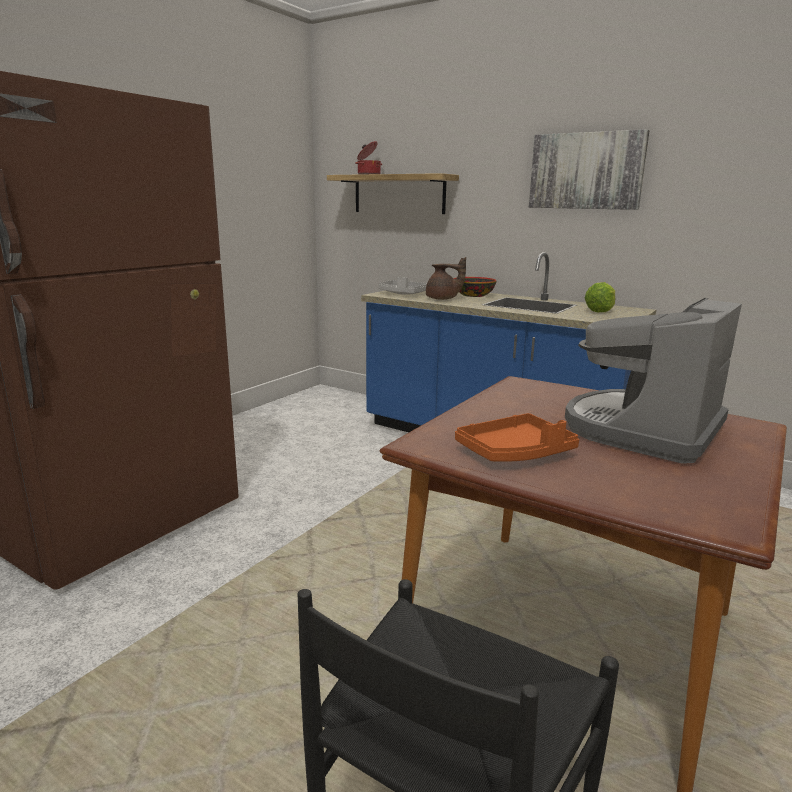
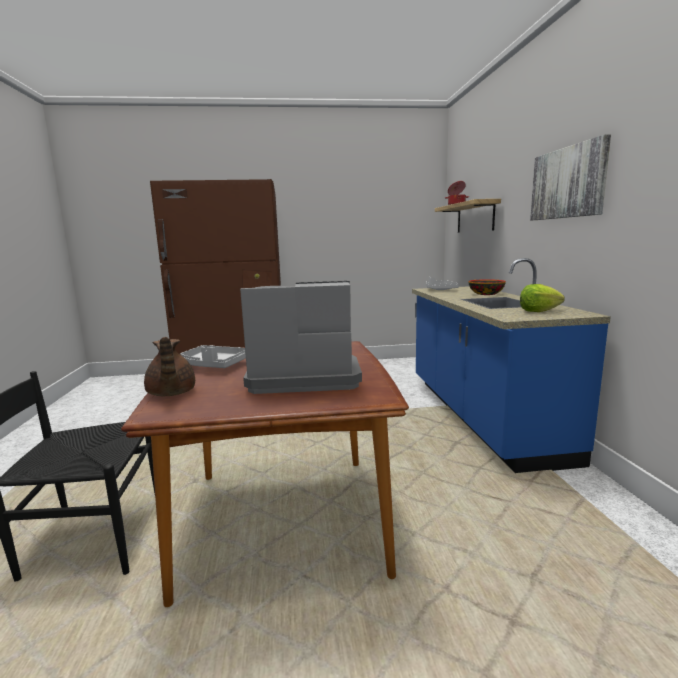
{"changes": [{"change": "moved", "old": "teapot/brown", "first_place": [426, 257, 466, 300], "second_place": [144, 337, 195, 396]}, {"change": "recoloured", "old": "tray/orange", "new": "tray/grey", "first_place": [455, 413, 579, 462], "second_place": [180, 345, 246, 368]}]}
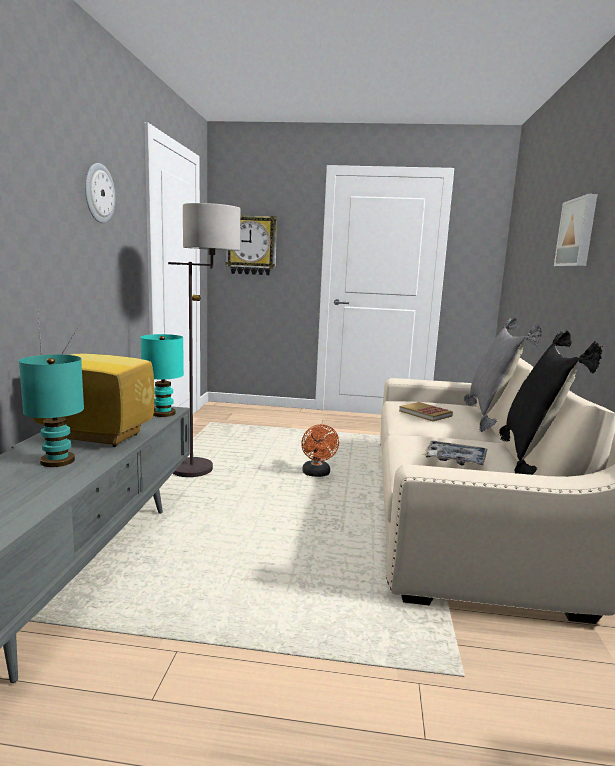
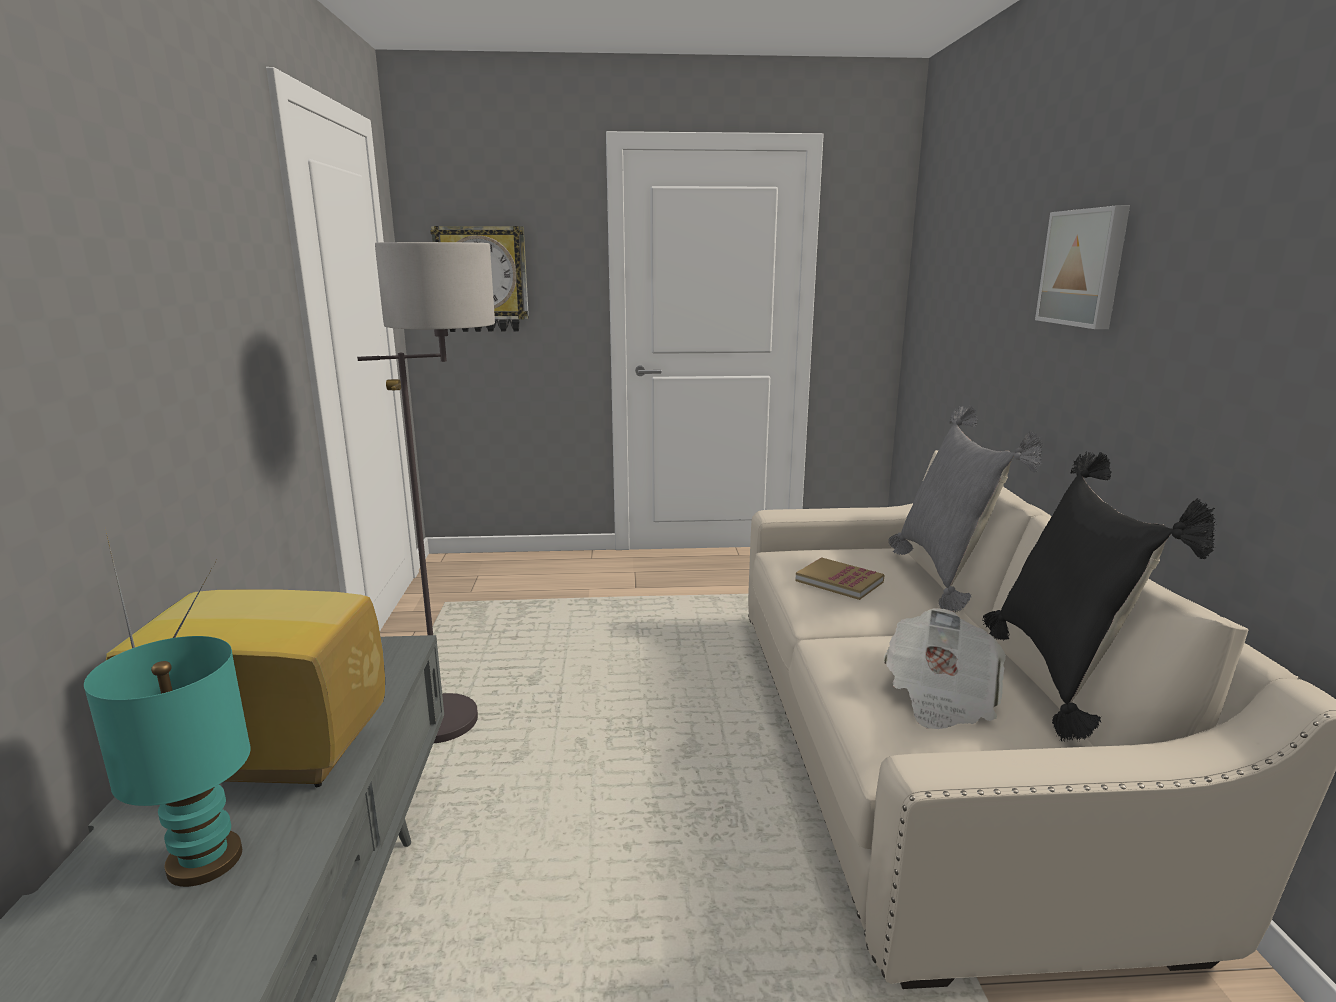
{"changes": [{"change": "removed", "old": "wall clock", "first_place": [85, 163, 115, 223]}, {"change": "removed", "old": "table lamp/turquoise", "first_place": [140, 334, 184, 417]}, {"change": "removed", "old": "fan/orange", "first_place": [301, 424, 339, 477]}, {"change": "replaced", "old": "tray", "new": "newspaper", "first_place": [423, 441, 487, 466], "second_place": [884, 608, 1006, 729]}]}
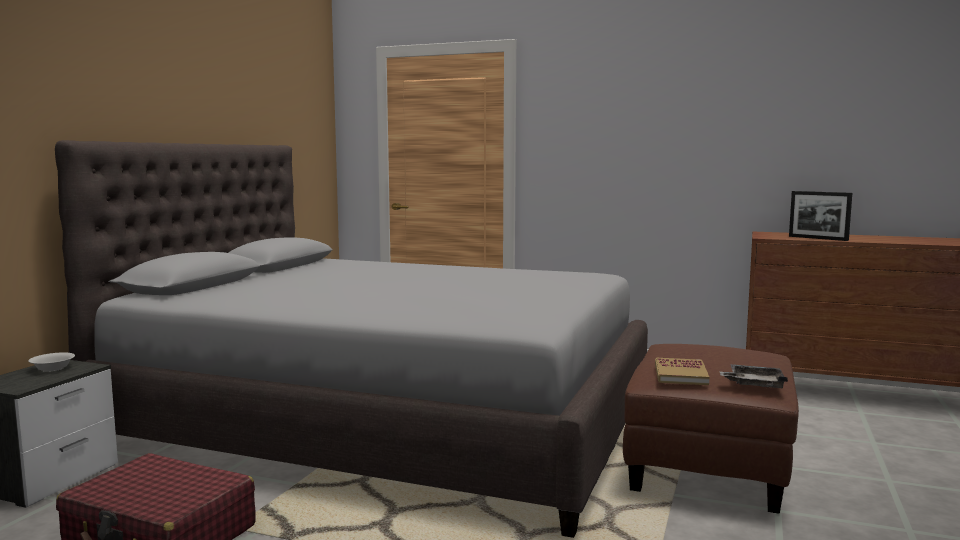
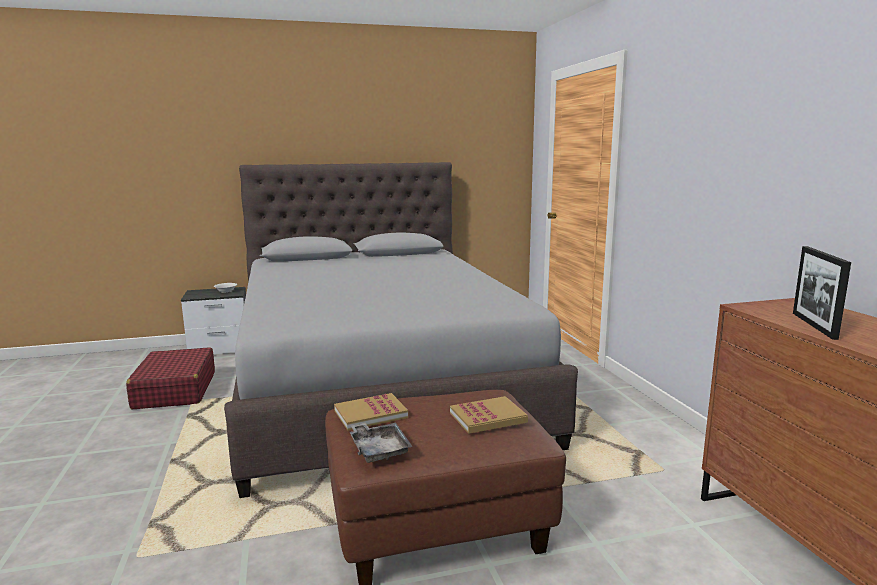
{"changes": [{"change": "added", "new": "book", "second_place": [450, 396, 528, 434]}]}
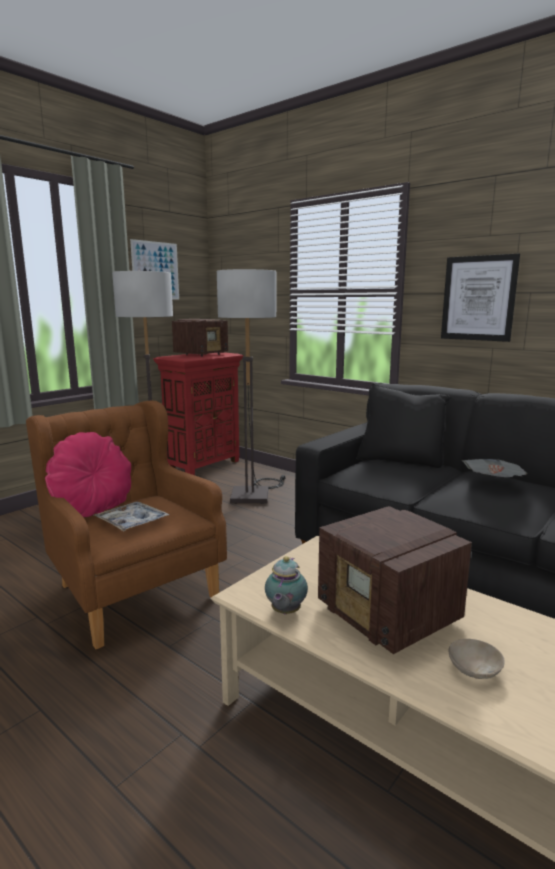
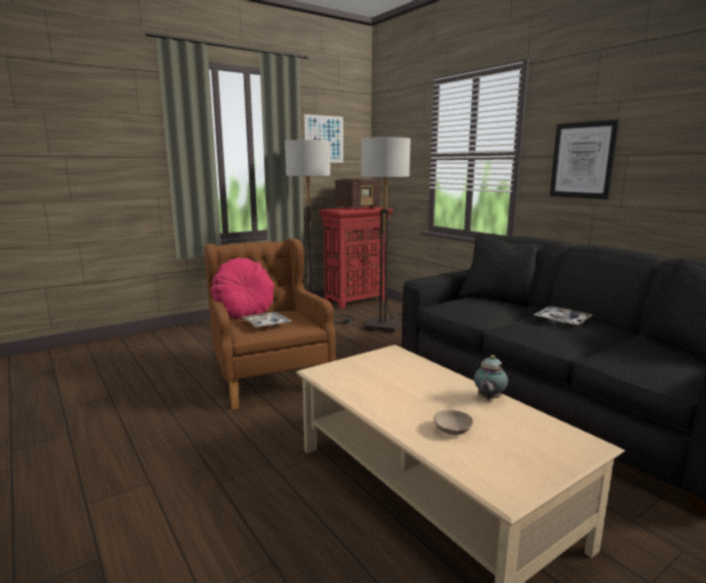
{"changes": [{"change": "moved", "old": "teapot", "first_place": [265, 556, 308, 614], "second_place": [474, 355, 508, 400]}, {"change": "removed", "old": "radio", "first_place": [318, 506, 472, 654]}, {"change": "replaced", "old": "newspaper", "new": "tray", "first_place": [462, 459, 528, 477], "second_place": [533, 306, 593, 325]}]}
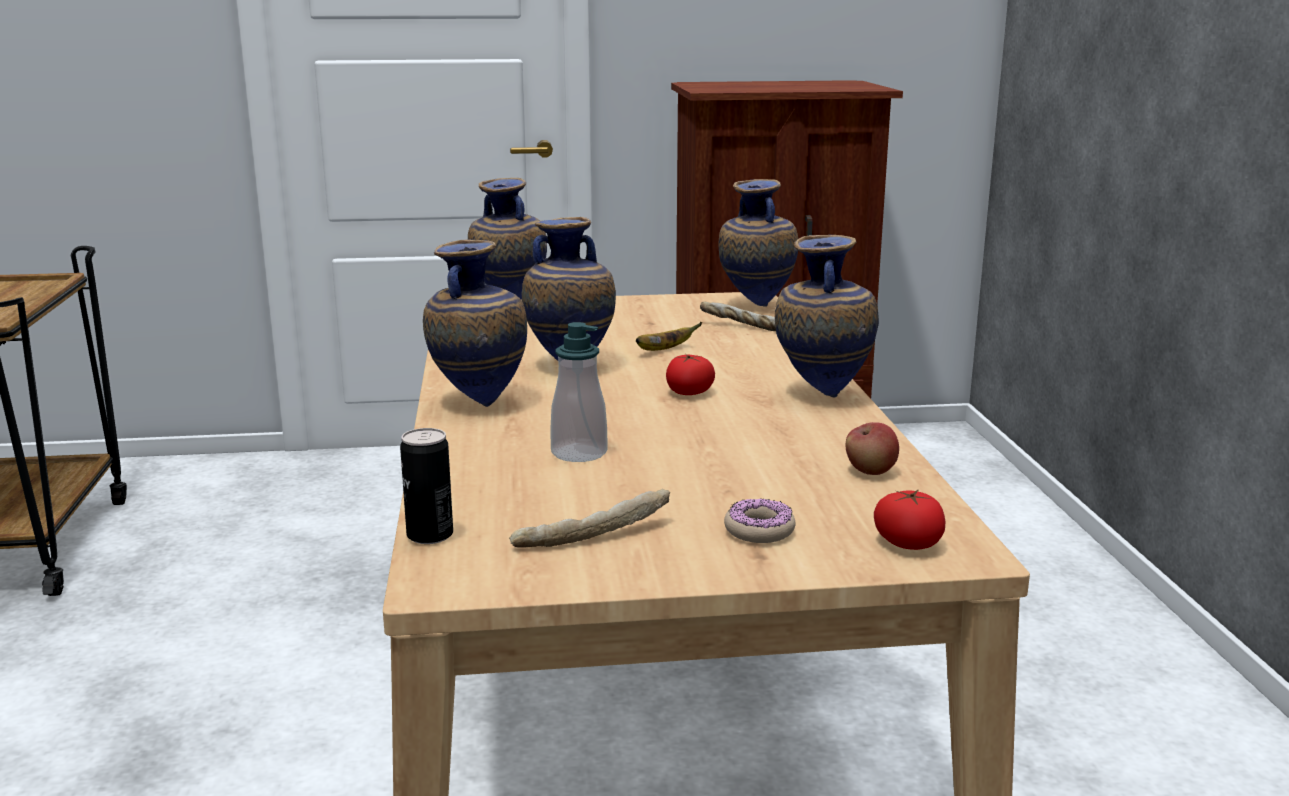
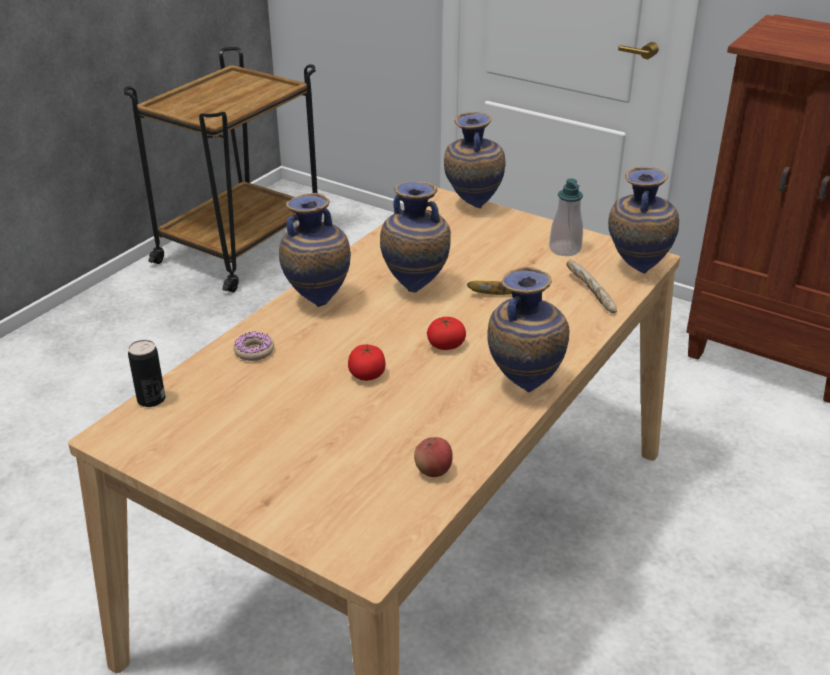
{"changes": [{"change": "removed", "old": "bread", "first_place": [509, 489, 670, 548]}, {"change": "moved", "old": "soap dispenser", "first_place": [550, 322, 607, 462], "second_place": [549, 179, 583, 256]}, {"change": "moved", "old": "donut", "first_place": [724, 499, 795, 543], "second_place": [234, 332, 274, 361]}, {"change": "moved", "old": "tomato", "first_place": [874, 489, 945, 550], "second_place": [348, 344, 386, 381]}]}
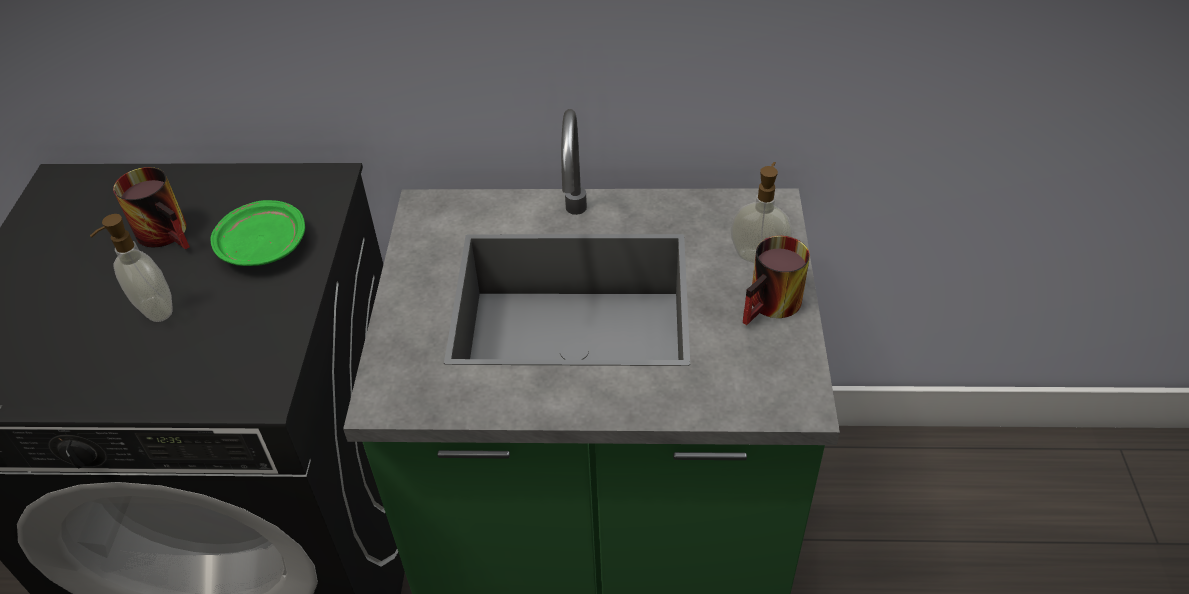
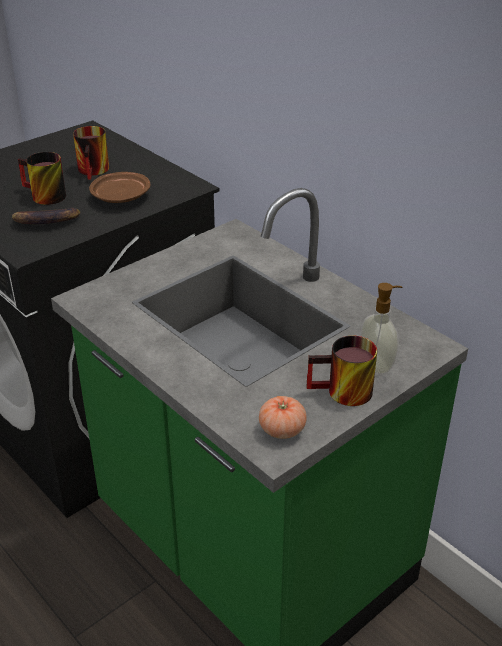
{"changes": [{"change": "replaced", "old": "soap dispenser", "new": "mug", "first_place": [90, 214, 173, 322], "second_place": [18, 152, 66, 205]}, {"change": "recoloured", "old": "plate/green", "new": "plate/brown", "first_place": [211, 200, 305, 266], "second_place": [89, 172, 150, 203]}, {"change": "added", "new": "banana", "second_place": [12, 208, 80, 224]}, {"change": "added", "new": "tomato", "second_place": [259, 396, 307, 439]}]}
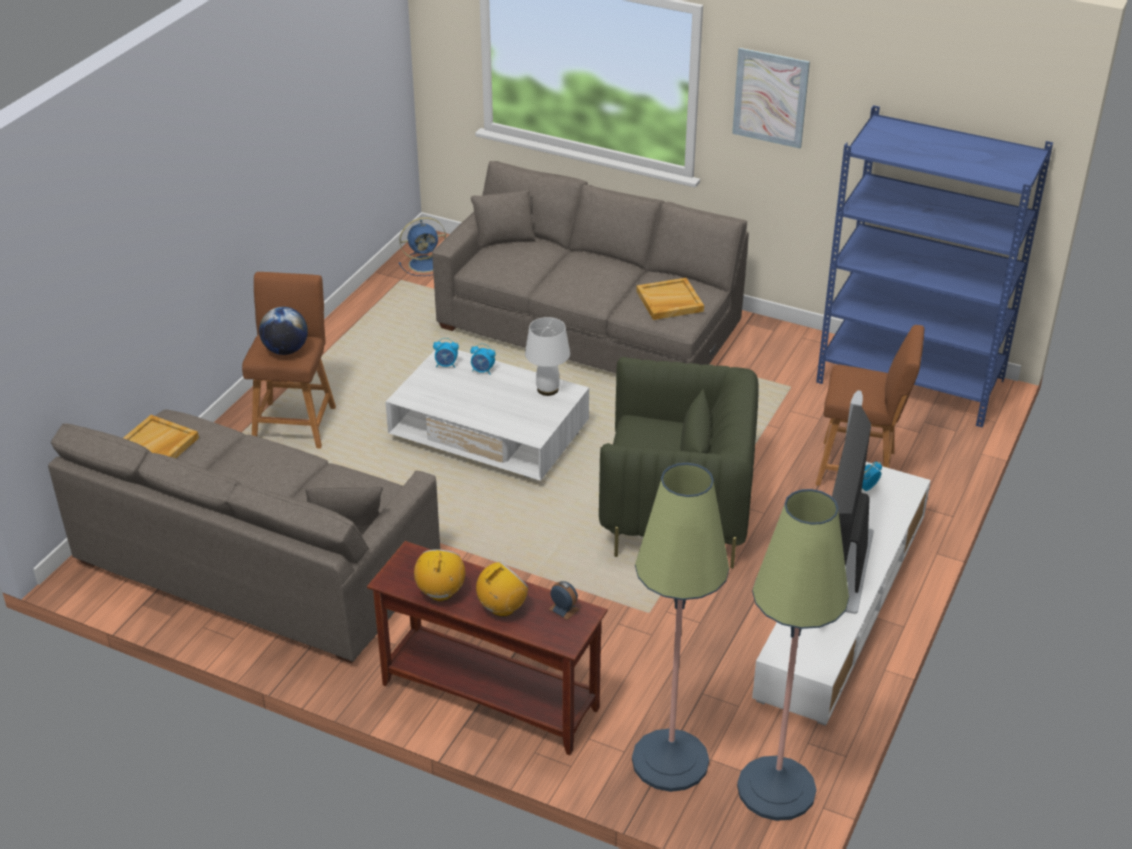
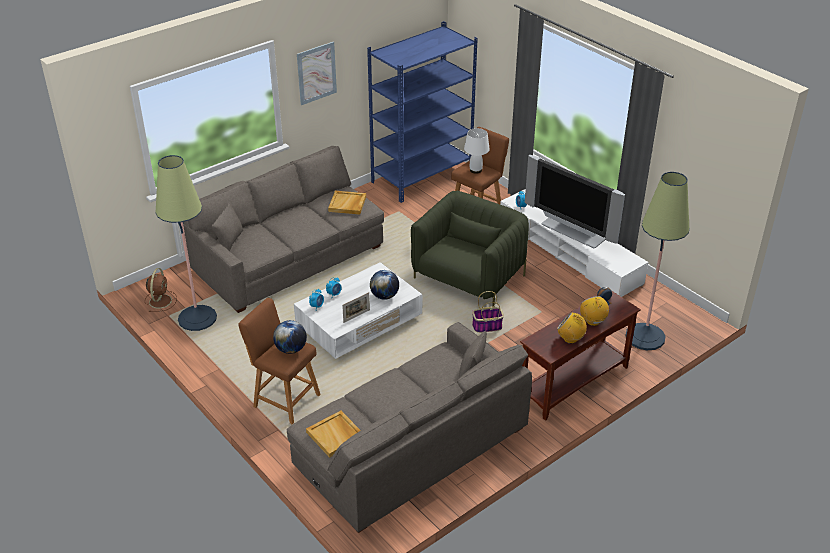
{"changes": [{"change": "recoloured", "old": "fan/blue", "new": "fan/brown", "first_place": [399, 217, 446, 276], "second_place": [145, 268, 177, 312]}, {"change": "moved", "old": "table lamp/white", "first_place": [525, 317, 570, 396], "second_place": [464, 128, 490, 174]}, {"change": "moved", "old": "floor lamp", "first_place": [737, 489, 849, 821], "second_place": [155, 155, 217, 331]}, {"change": "added", "new": "picture frame", "second_place": [342, 292, 370, 323]}, {"change": "added", "new": "globe", "second_place": [370, 270, 399, 300]}, {"change": "added", "new": "basket", "second_place": [472, 291, 504, 333]}]}
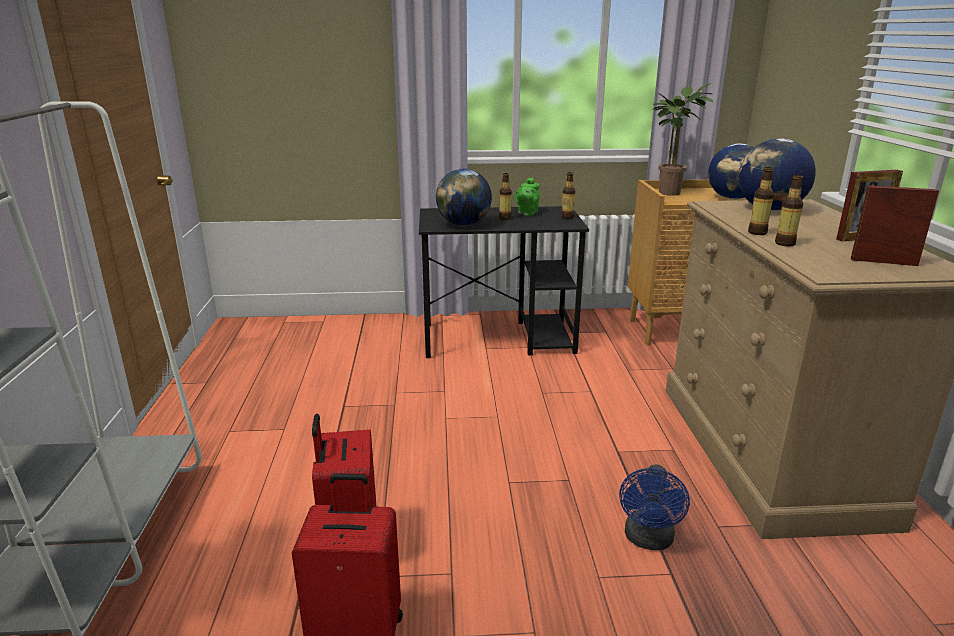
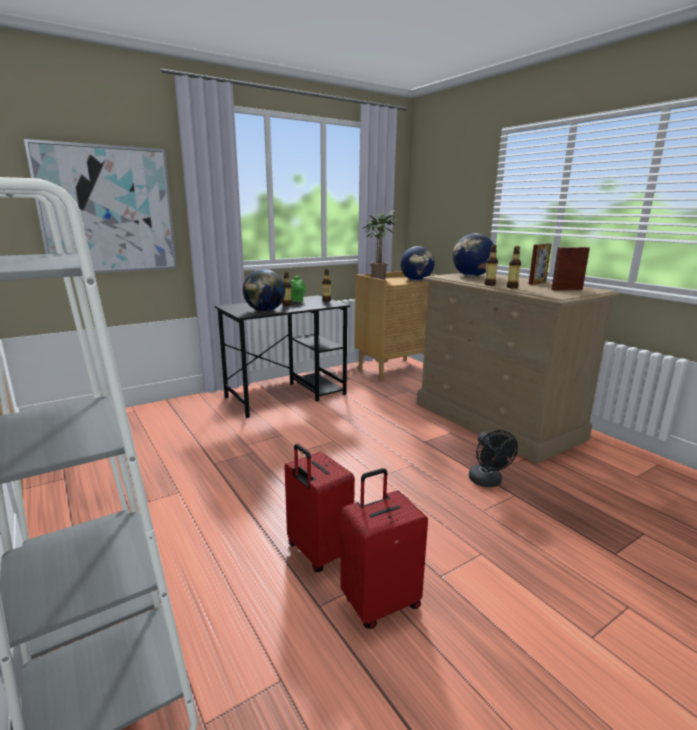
{"changes": [{"change": "recoloured", "old": "fan/blue", "new": "fan/black", "first_place": [619, 465, 690, 550], "second_place": [469, 430, 518, 487]}, {"change": "added", "new": "picture", "second_place": [24, 139, 177, 273]}]}
